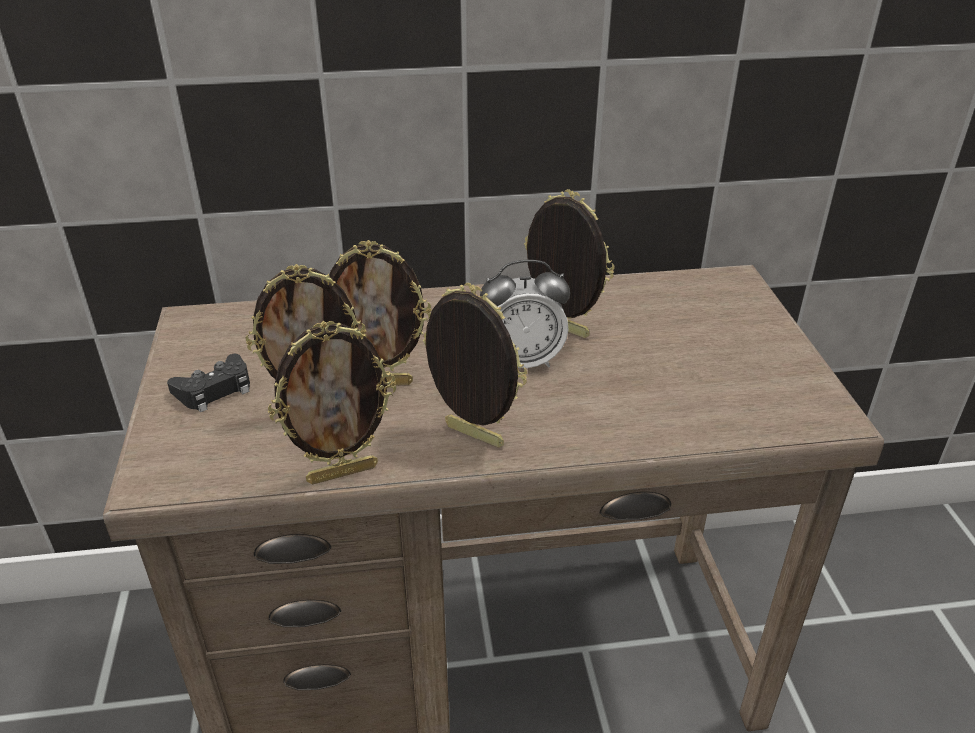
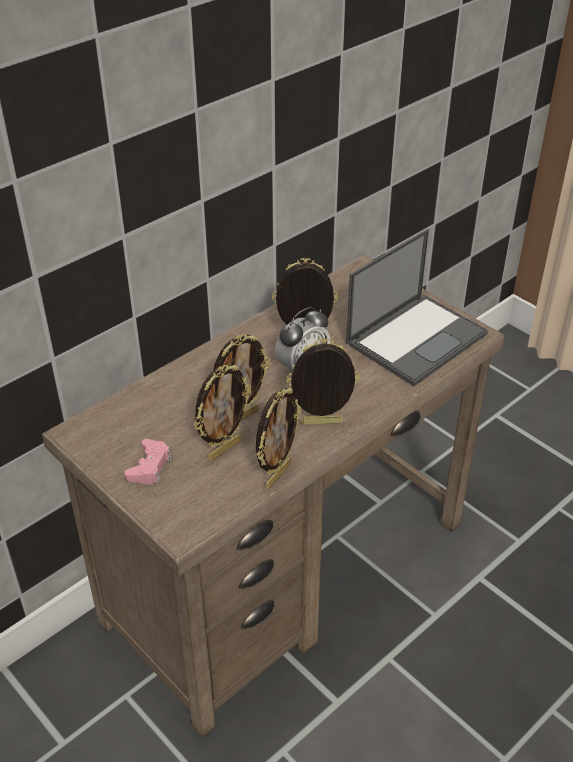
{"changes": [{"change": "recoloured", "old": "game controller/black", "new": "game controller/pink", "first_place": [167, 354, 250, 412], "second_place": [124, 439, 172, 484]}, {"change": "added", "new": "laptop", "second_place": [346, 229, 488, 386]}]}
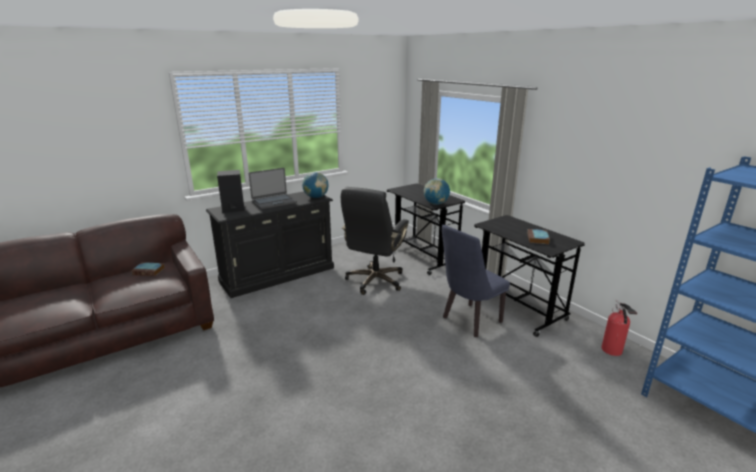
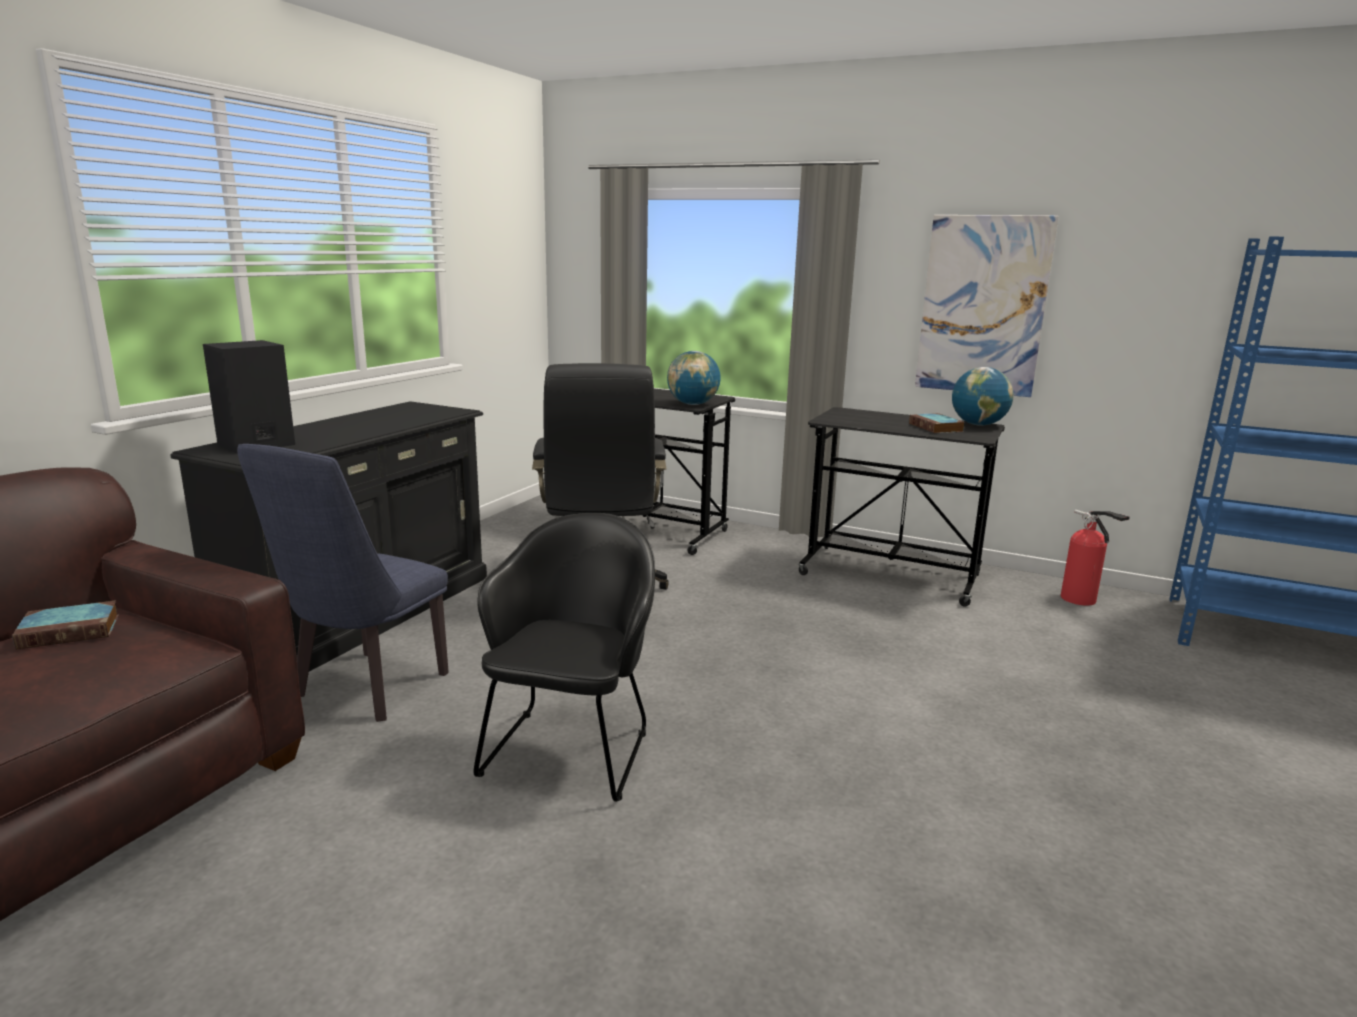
{"changes": [{"change": "removed", "old": "laptop", "first_place": [249, 168, 297, 209]}, {"change": "moved", "old": "globe", "first_place": [302, 172, 328, 198], "second_place": [952, 367, 1014, 426]}, {"change": "moved", "old": "chair/blue", "first_place": [442, 225, 510, 337], "second_place": [237, 444, 449, 722]}, {"change": "added", "new": "armchair/black", "second_place": [474, 513, 655, 802]}, {"change": "added", "new": "picture", "second_place": [915, 215, 1059, 397]}]}
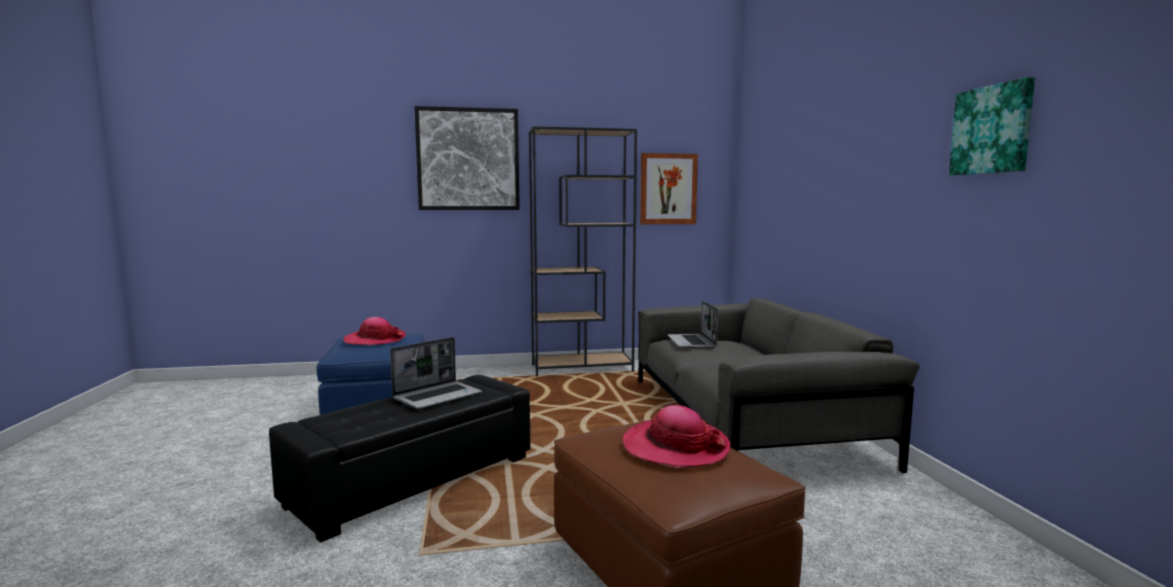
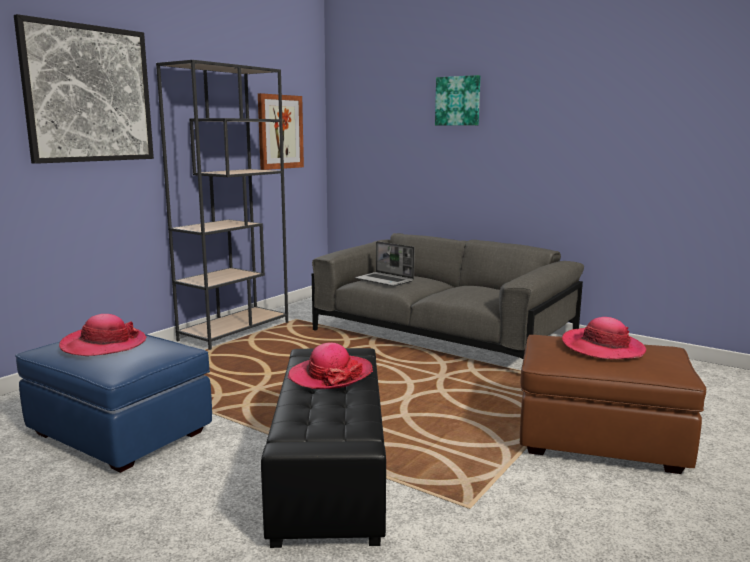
{"changes": [{"change": "replaced", "old": "laptop", "new": "hat", "first_place": [390, 337, 482, 409], "second_place": [288, 343, 373, 389]}, {"change": "moved", "old": "picture", "first_place": [949, 77, 1035, 175], "second_place": [435, 75, 481, 125]}]}
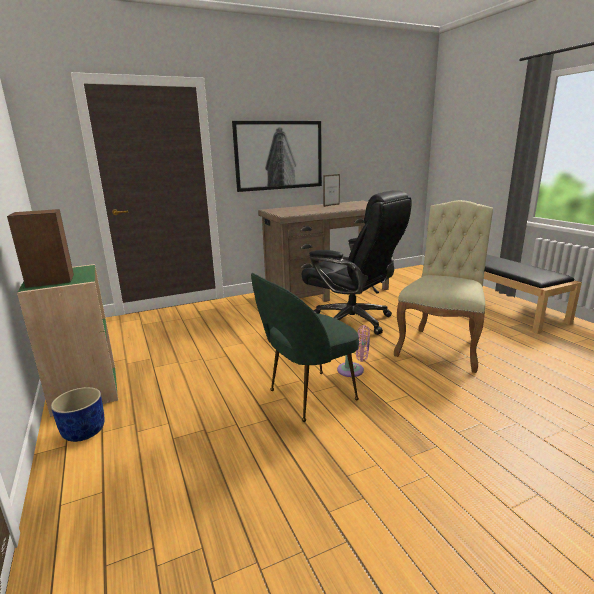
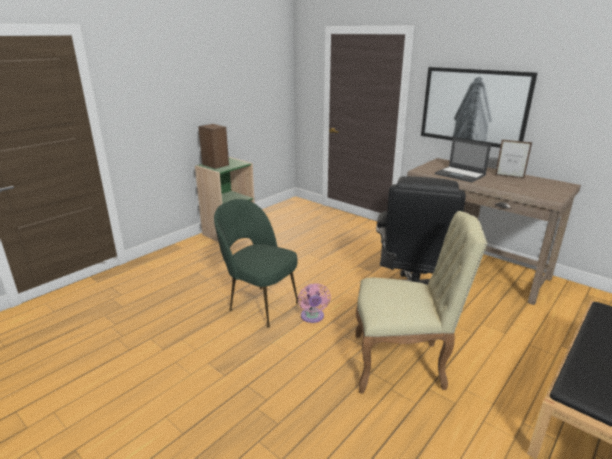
{"changes": [{"change": "removed", "old": "planter/blue", "first_place": [51, 387, 104, 442]}, {"change": "added", "new": "laptop", "second_place": [435, 138, 491, 183]}]}
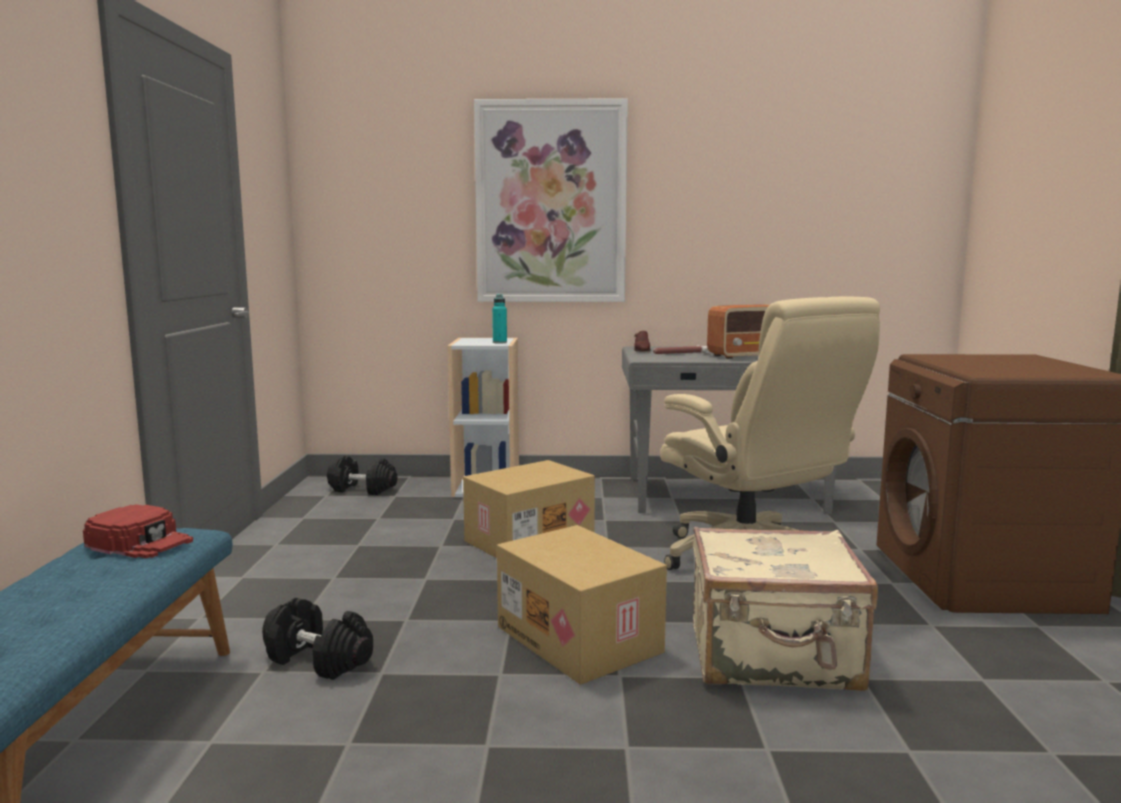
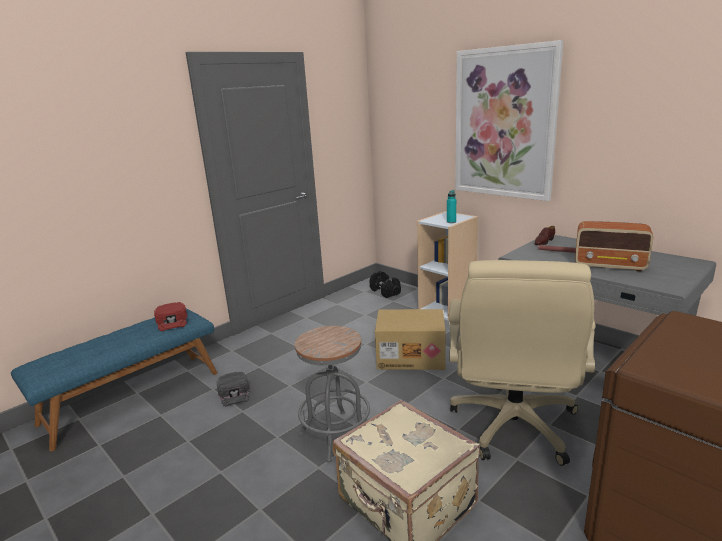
{"changes": [{"change": "replaced", "old": "dumbbell/black", "new": "cap/black", "first_place": [262, 598, 373, 680], "second_place": [216, 372, 250, 407]}, {"change": "replaced", "old": "cardboard box", "new": "stool/grey", "first_place": [497, 525, 667, 685], "second_place": [295, 326, 370, 463]}]}
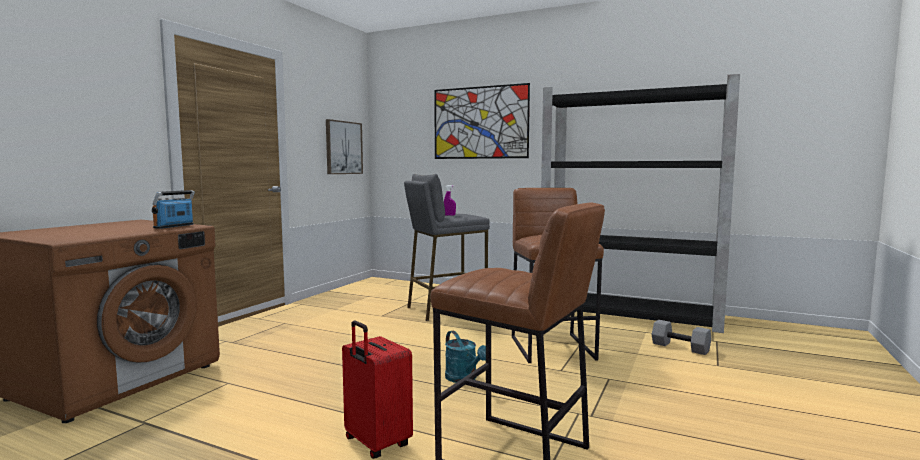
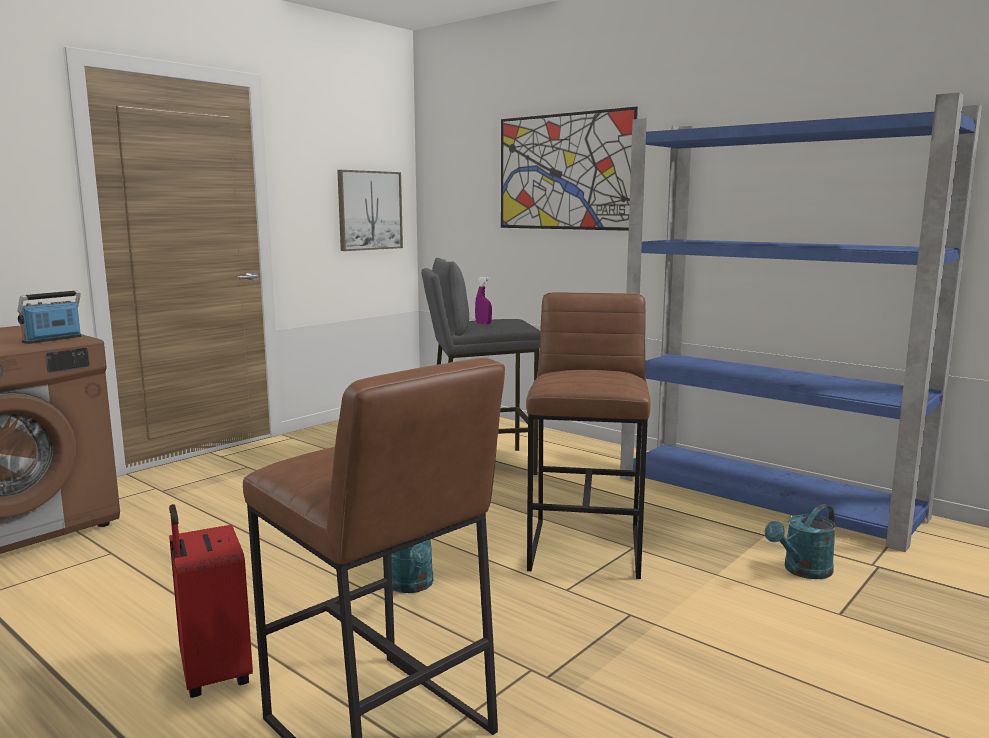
{"changes": [{"change": "recoloured", "old": "bookcase/black", "new": "bookcase/blue", "first_place": [541, 74, 740, 333], "second_place": [620, 93, 982, 552]}, {"change": "replaced", "old": "dumbbell/grey", "new": "watering can/turquoise", "first_place": [652, 320, 711, 355], "second_place": [765, 504, 836, 579]}]}
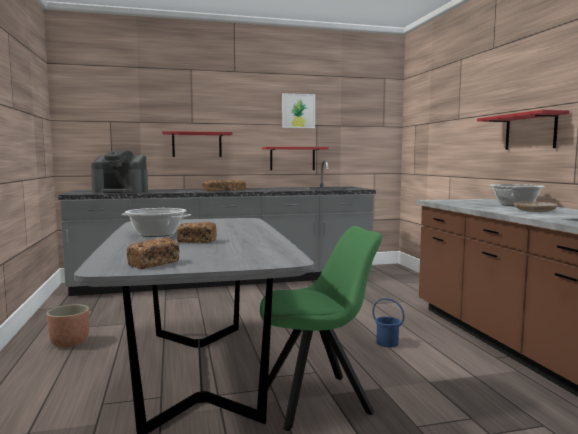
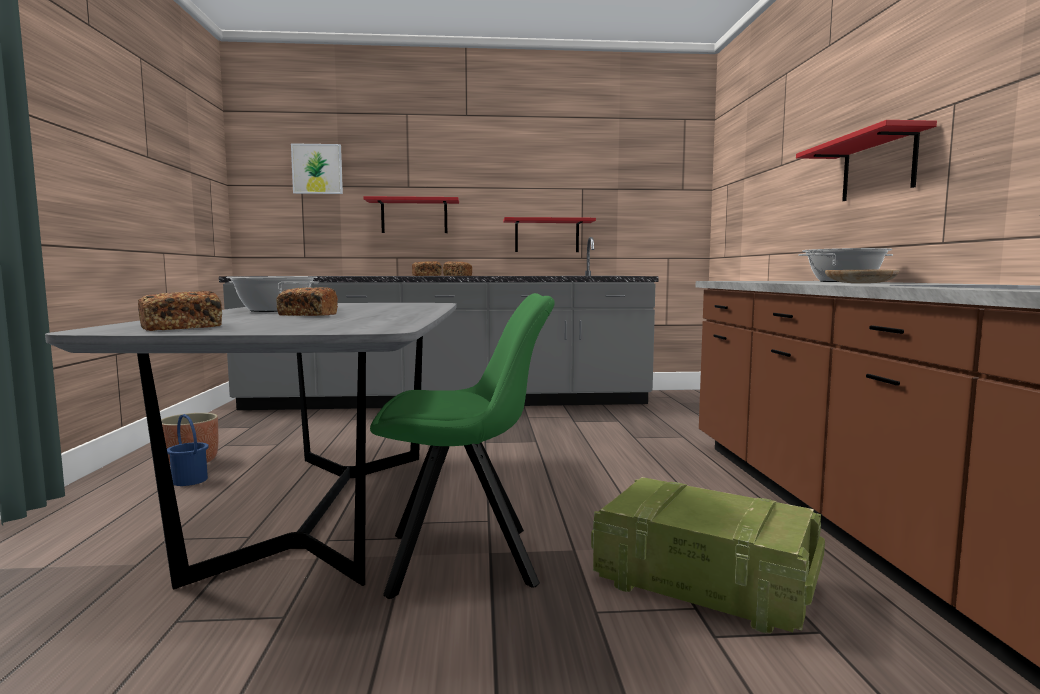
{"changes": [{"change": "removed", "old": "coffee machine", "first_place": [91, 150, 148, 193]}, {"change": "moved", "old": "picture", "first_place": [282, 93, 315, 128], "second_place": [291, 143, 343, 194]}, {"change": "moved", "old": "bucket/blue", "first_place": [372, 298, 405, 347], "second_place": [167, 414, 209, 486]}, {"change": "added", "new": "crate", "second_place": [591, 477, 825, 634]}]}
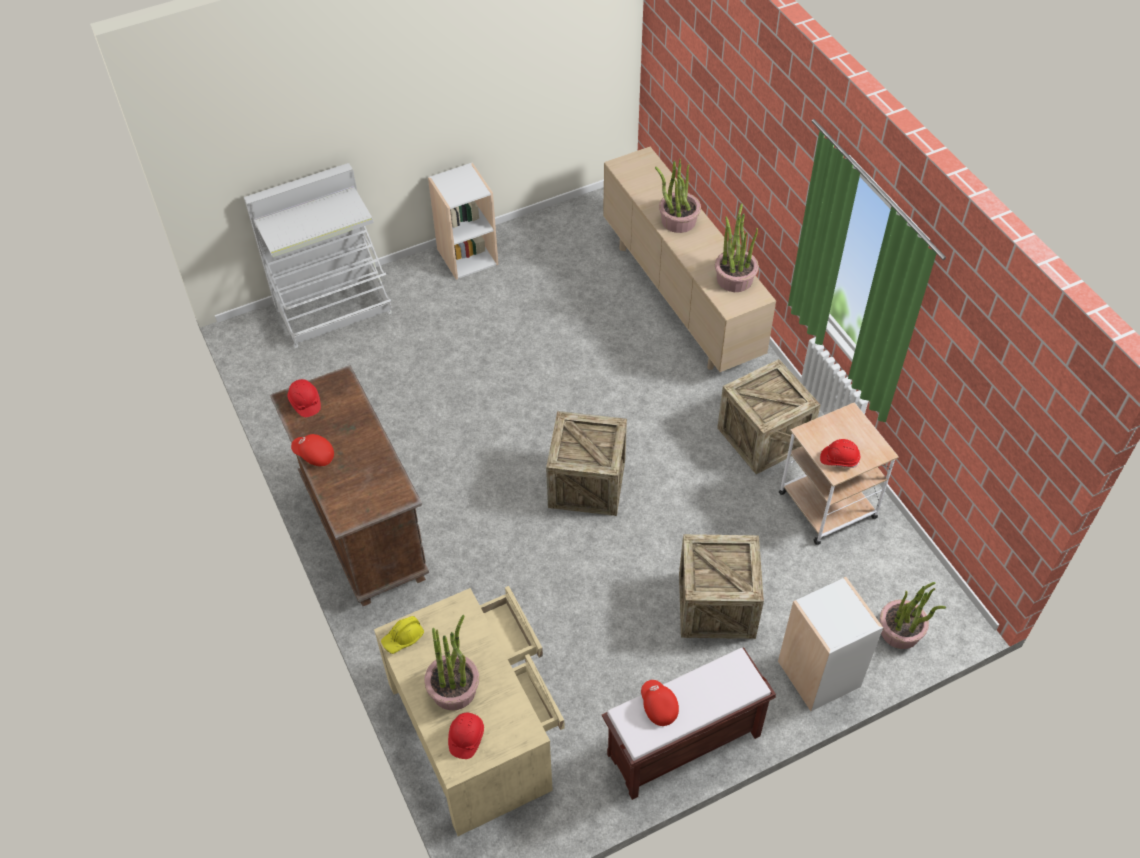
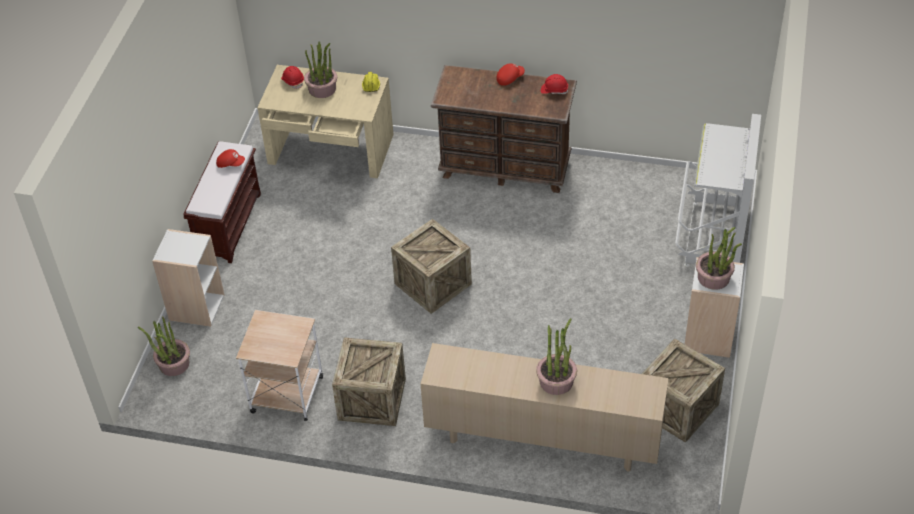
{"changes": [{"change": "moved", "old": "crate", "first_place": [679, 534, 764, 639], "second_place": [642, 338, 725, 443]}, {"change": "moved", "old": "potted plant", "first_place": [715, 203, 759, 292], "second_place": [696, 227, 742, 290]}, {"change": "removed", "old": "hard hat/red", "first_place": [820, 439, 860, 468]}]}
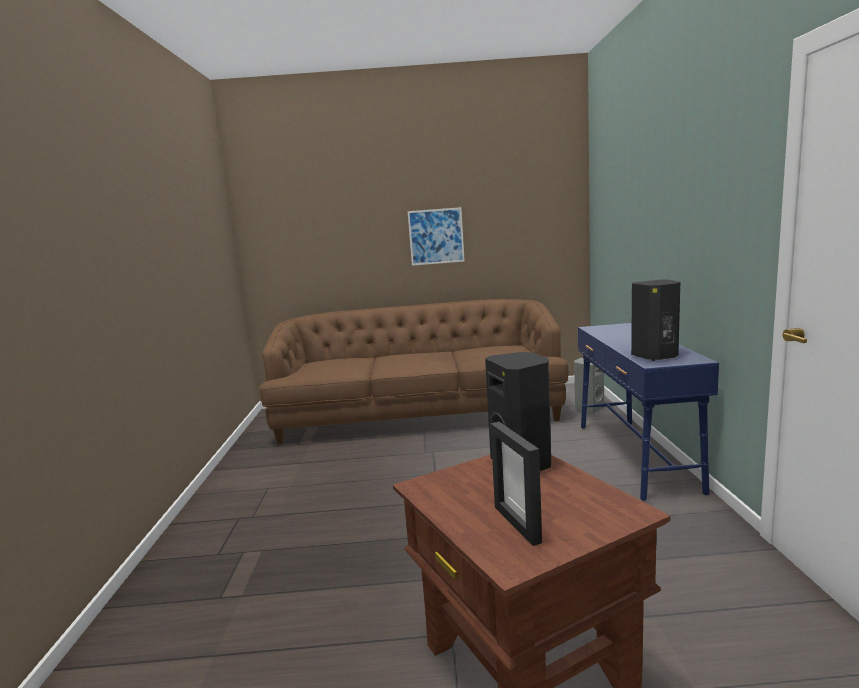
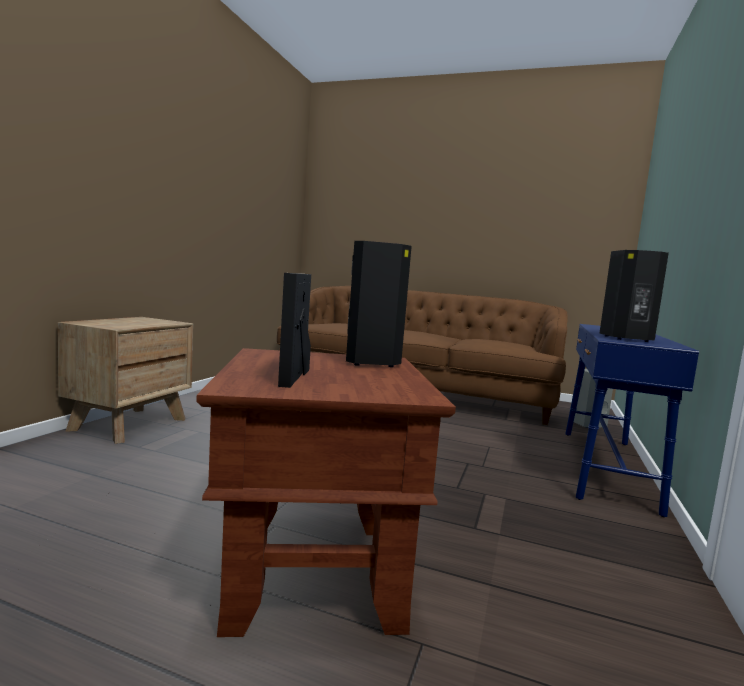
{"changes": [{"change": "removed", "old": "picture", "first_place": [408, 207, 465, 266]}, {"change": "added", "new": "nightstand/brown", "second_place": [57, 317, 193, 444]}]}
